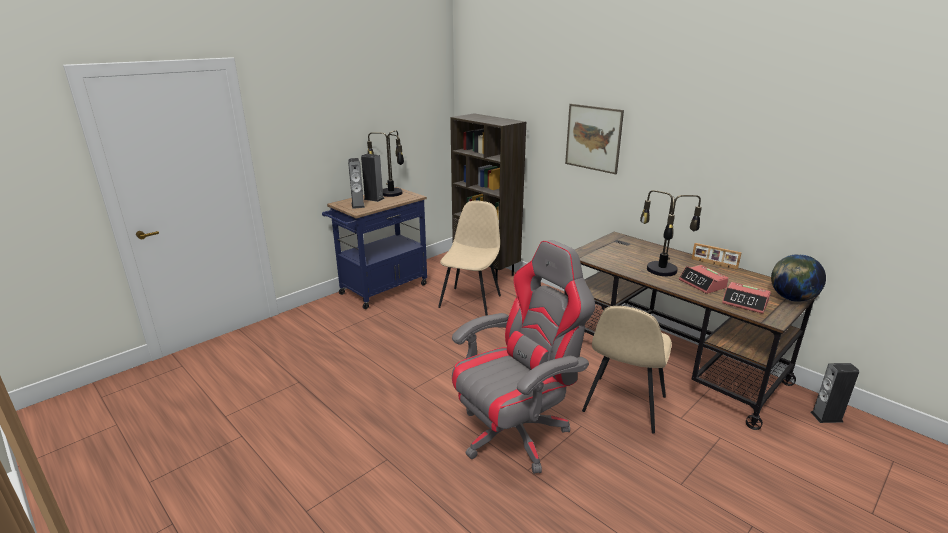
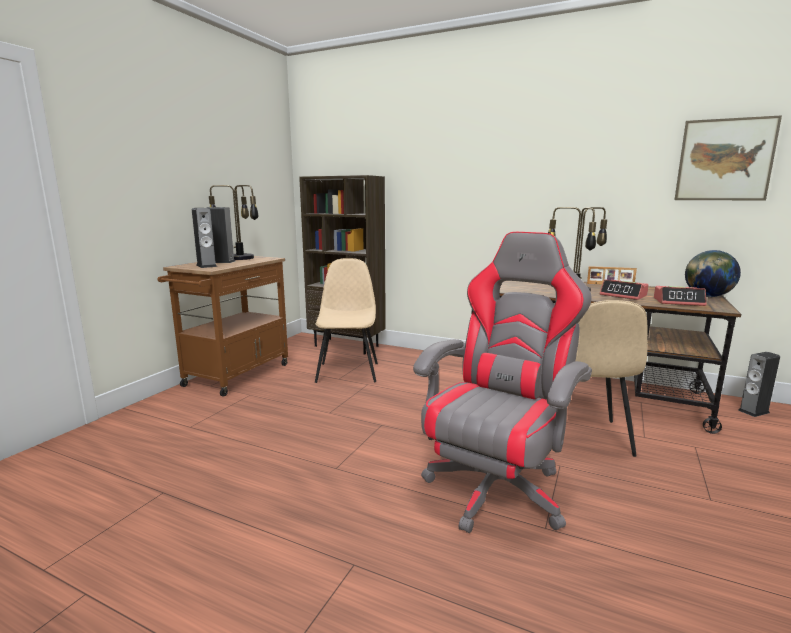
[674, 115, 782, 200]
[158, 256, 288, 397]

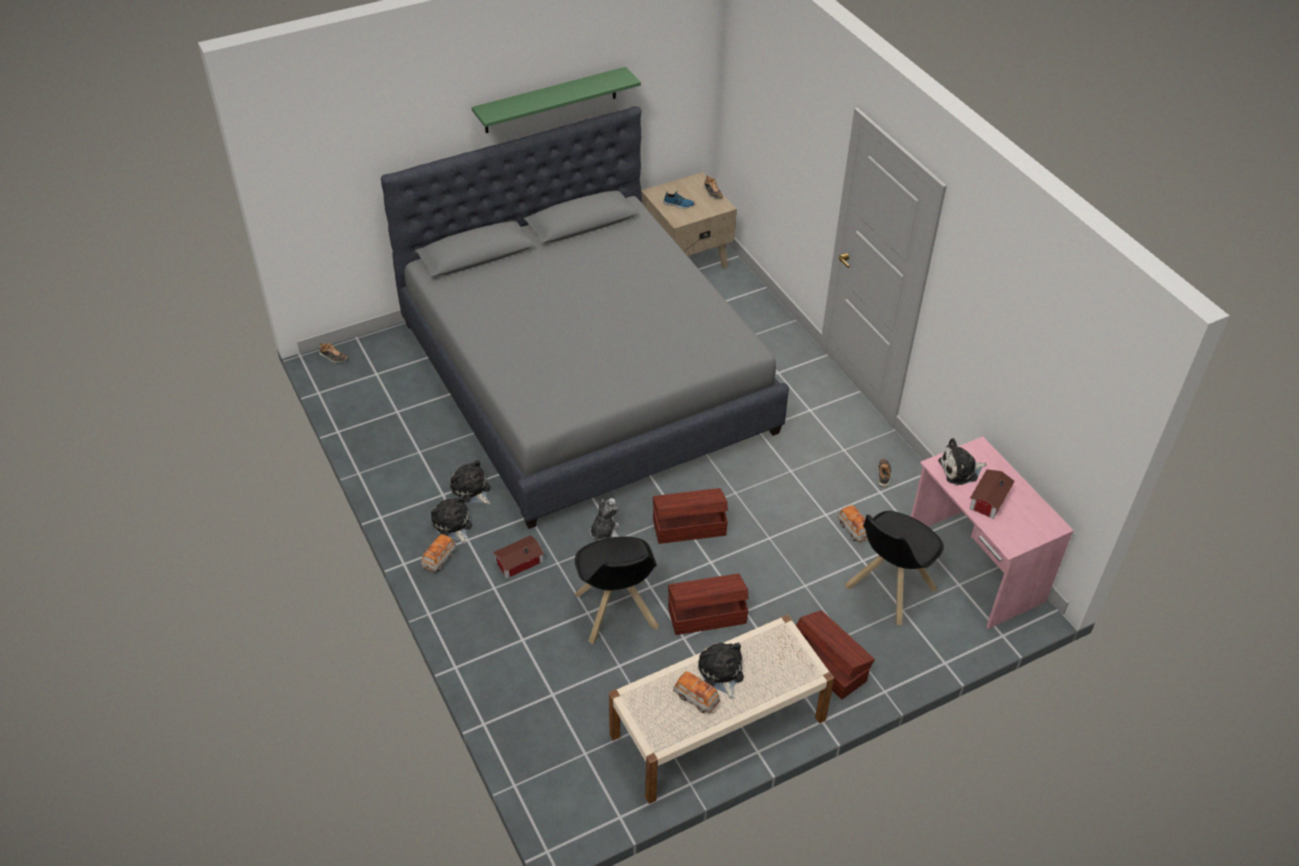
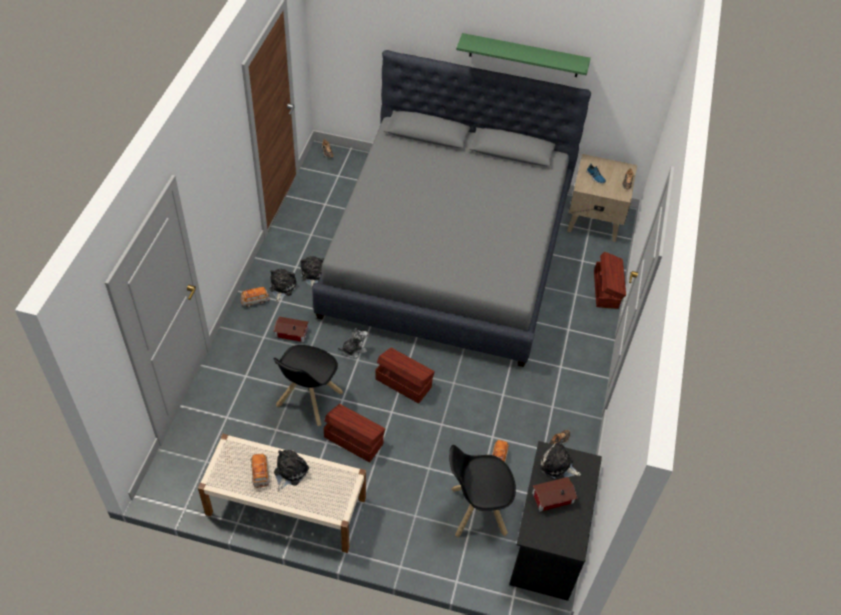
[509, 441, 602, 601]
[594, 252, 626, 309]

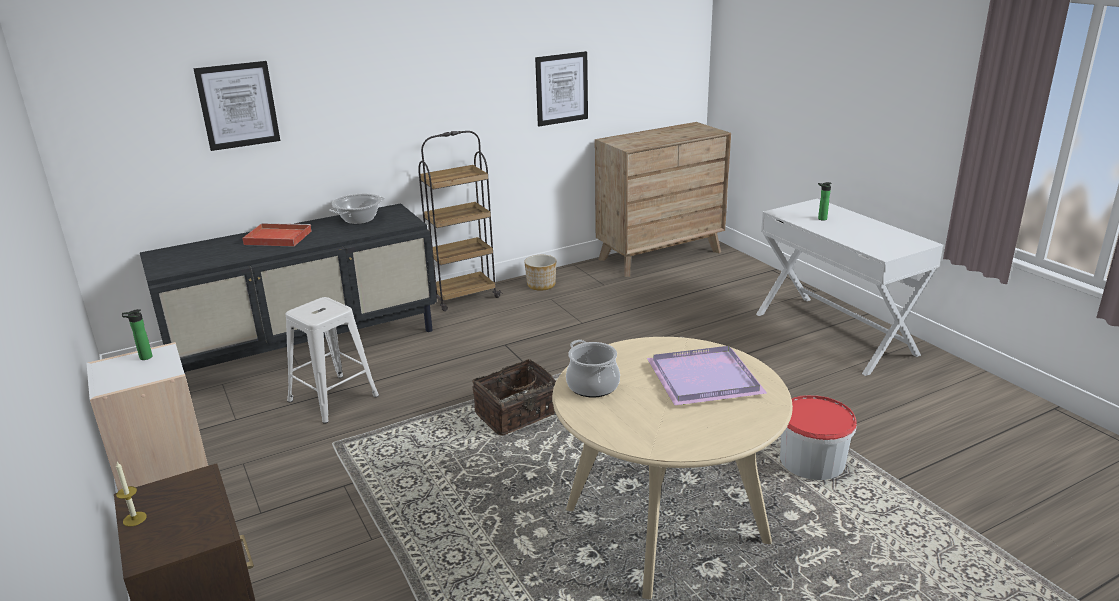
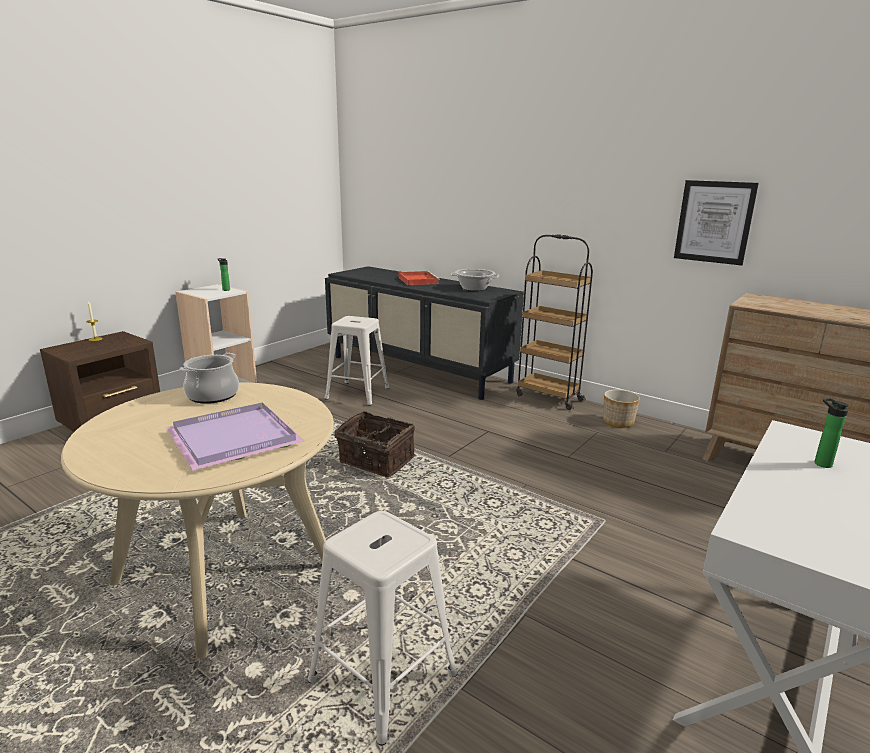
[193, 61, 280, 151] (first image)
[308, 511, 458, 746]

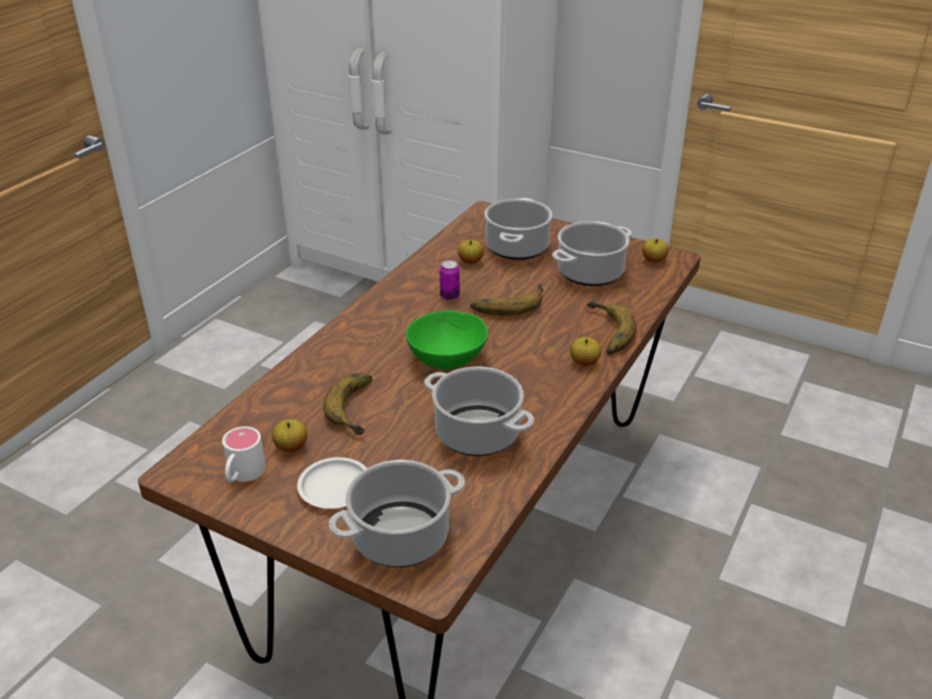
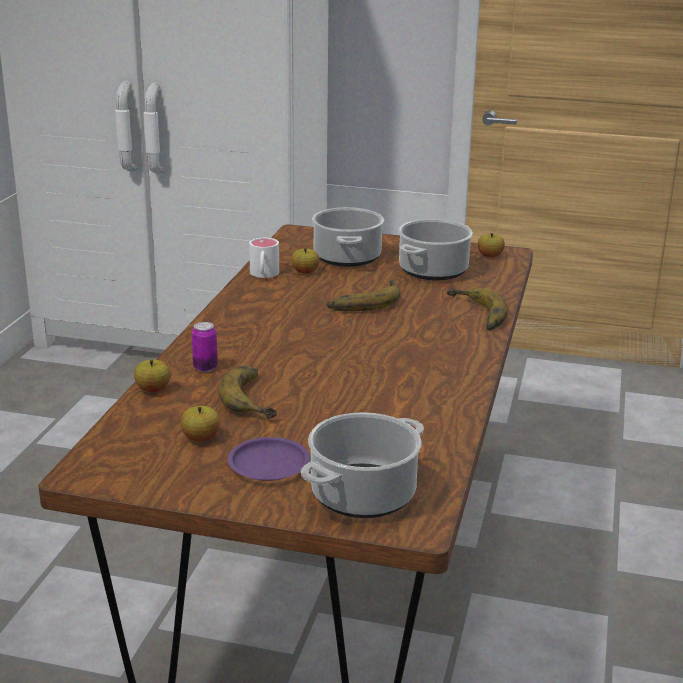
[192, 322, 218, 372]
[406, 310, 488, 370] (first image)
[134, 360, 170, 392]
[424, 367, 534, 456] (first image)
[249, 238, 279, 278]
[228, 437, 310, 481]

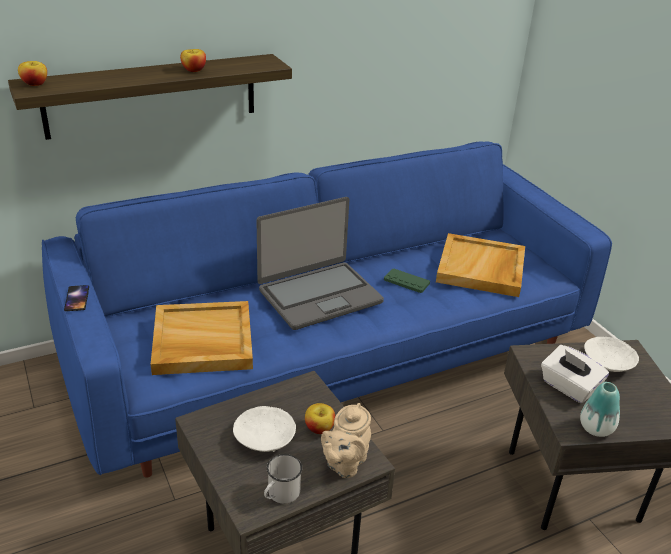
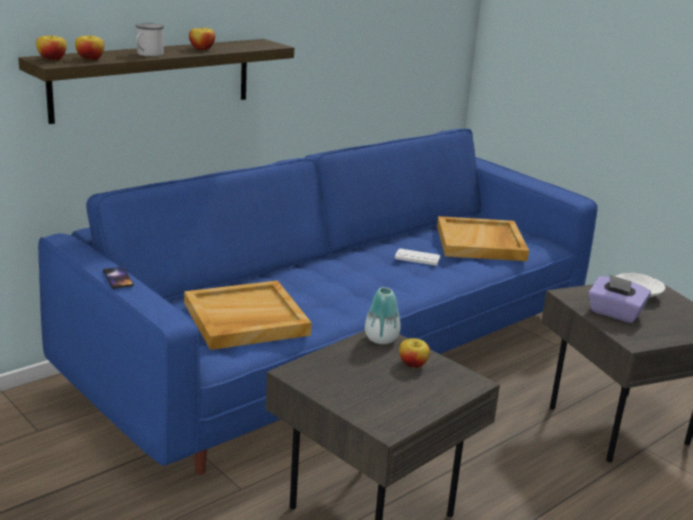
[256, 197, 384, 330] (first image)
[395, 249, 440, 266]
[588, 275, 651, 323]
[365, 287, 400, 344]
[321, 403, 371, 478] (first image)
[233, 406, 296, 452] (first image)
[136, 23, 164, 56]
[75, 35, 104, 60]

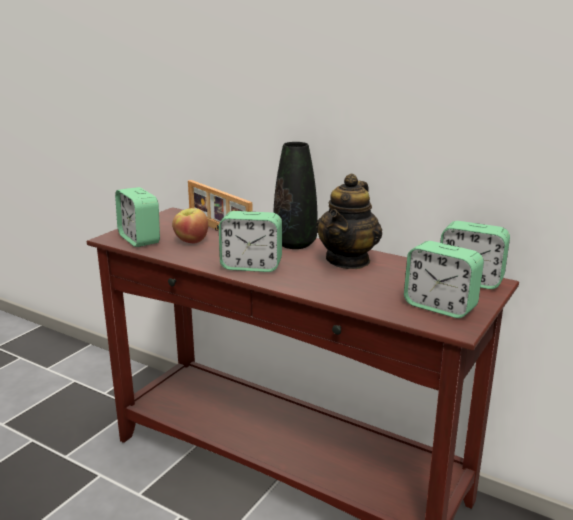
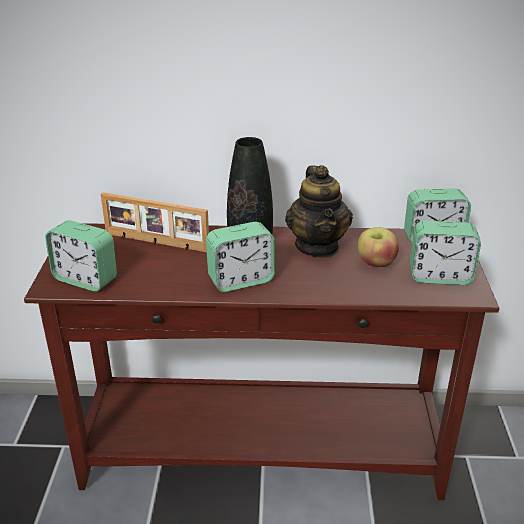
[358, 227, 399, 267]

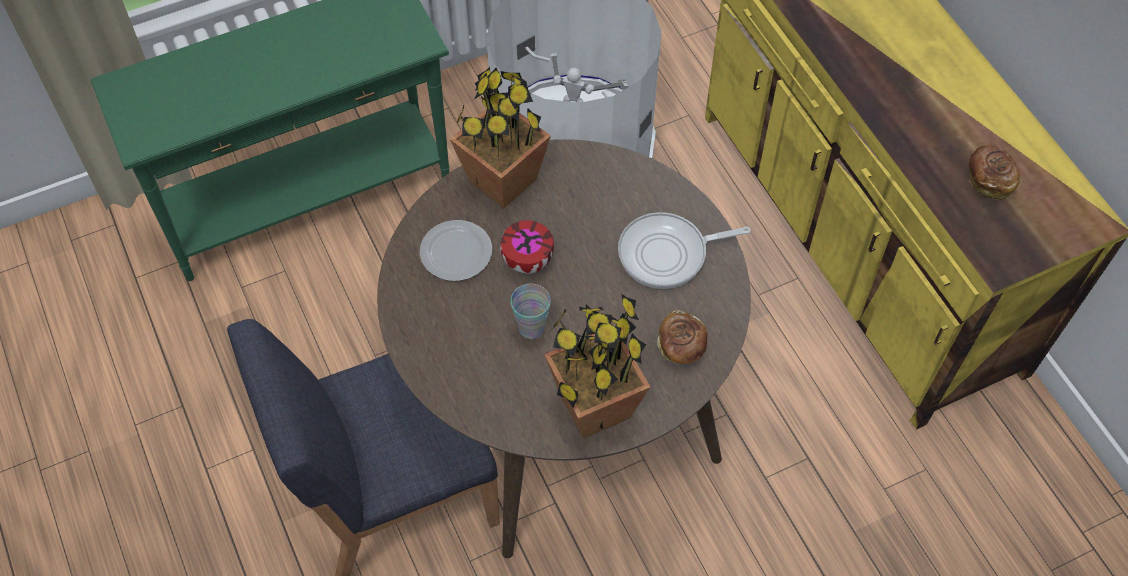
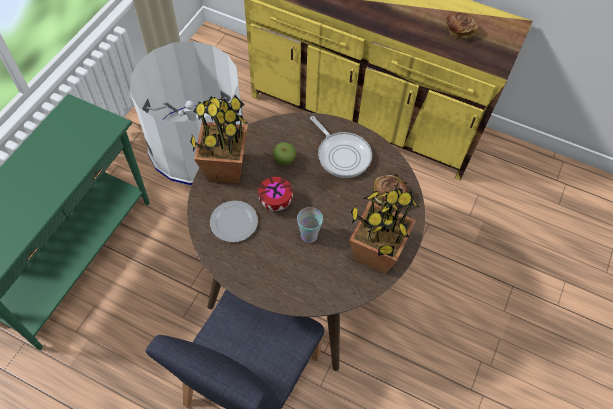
[310, 116, 372, 178]
[273, 142, 296, 166]

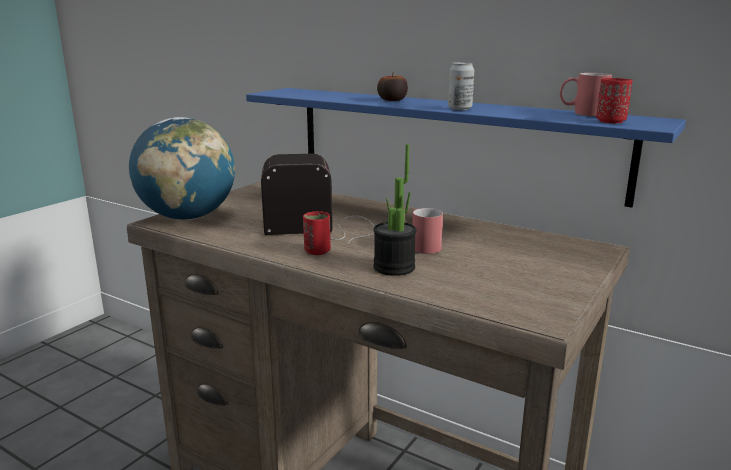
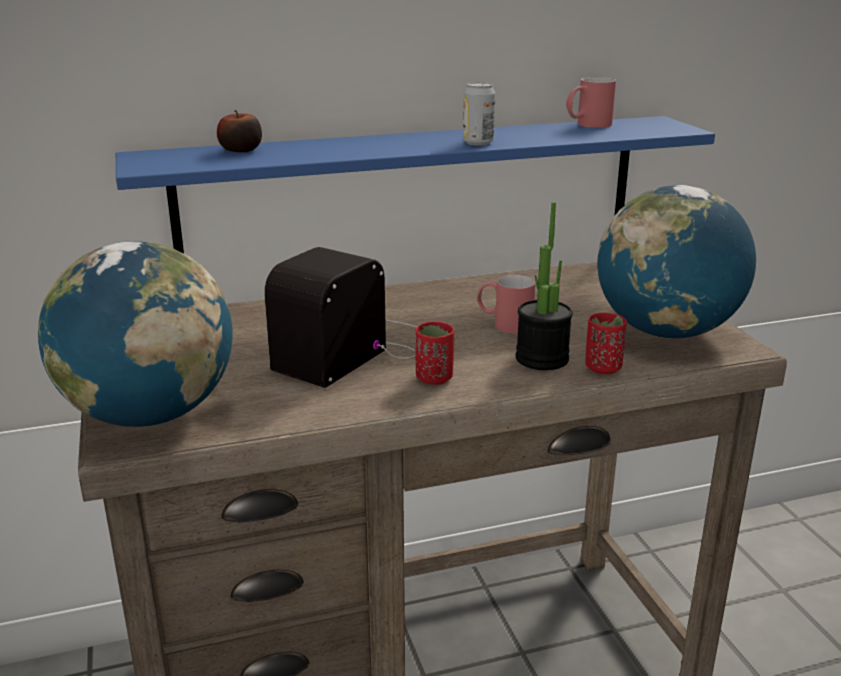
[217, 110, 262, 152]
[585, 313, 627, 374]
[597, 185, 756, 338]

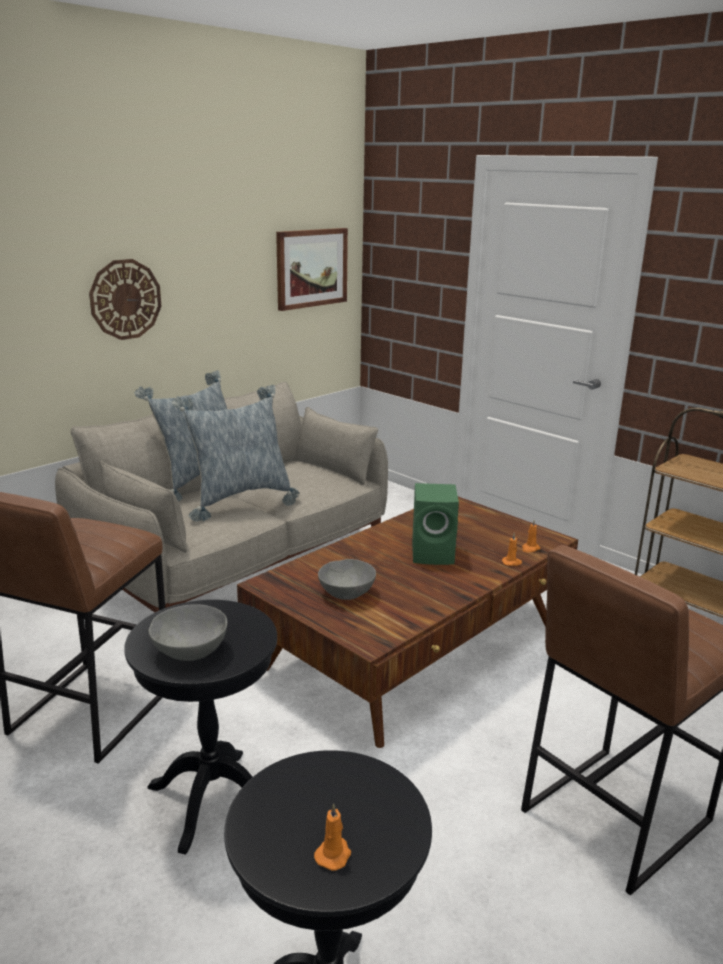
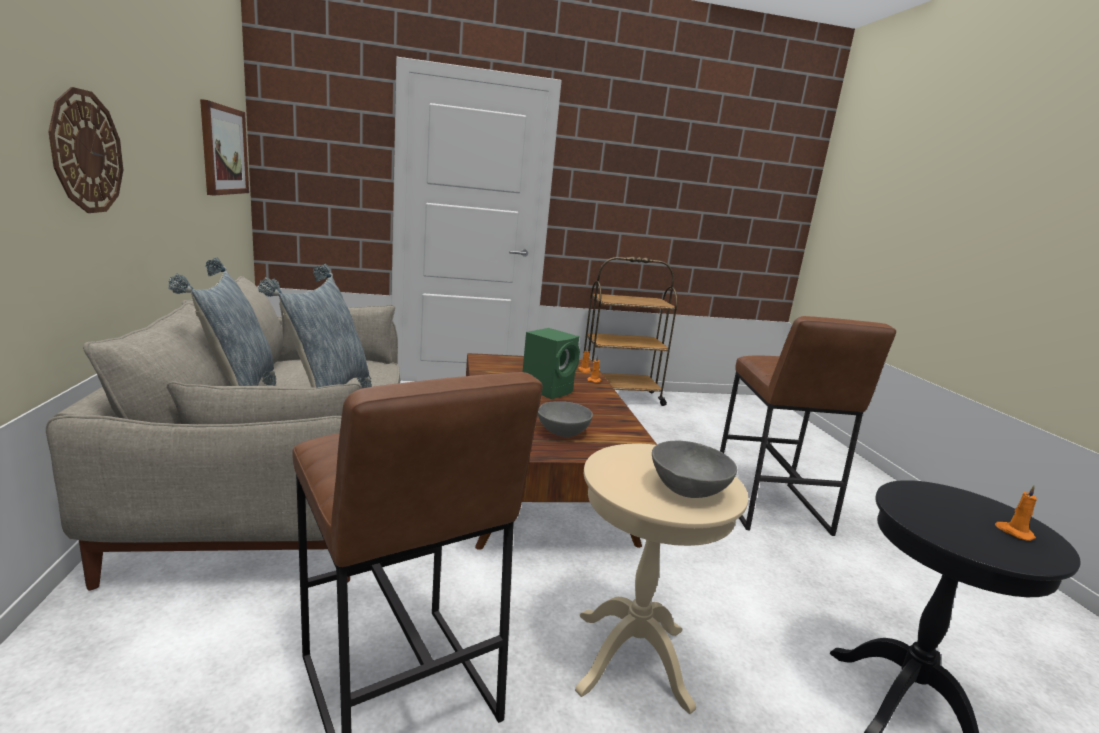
[575, 444, 748, 714]

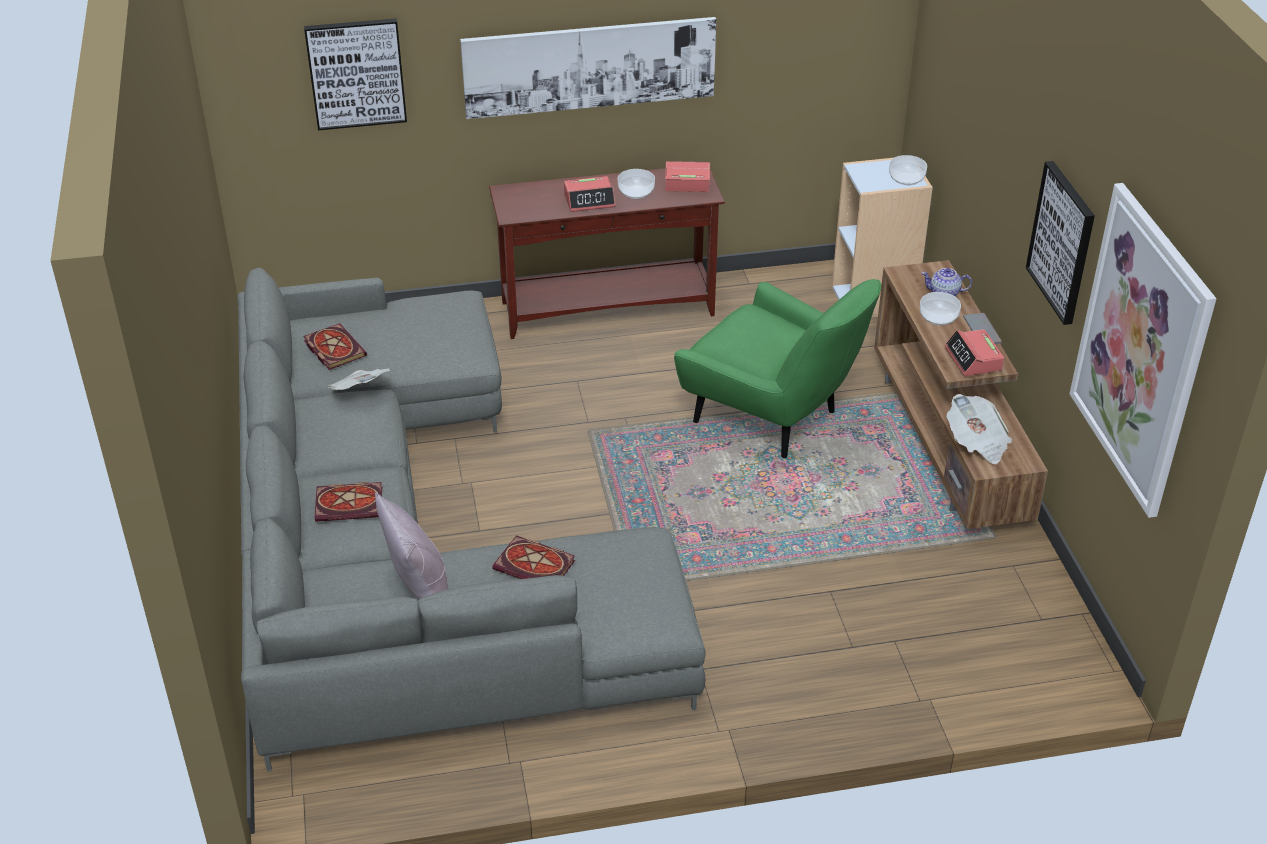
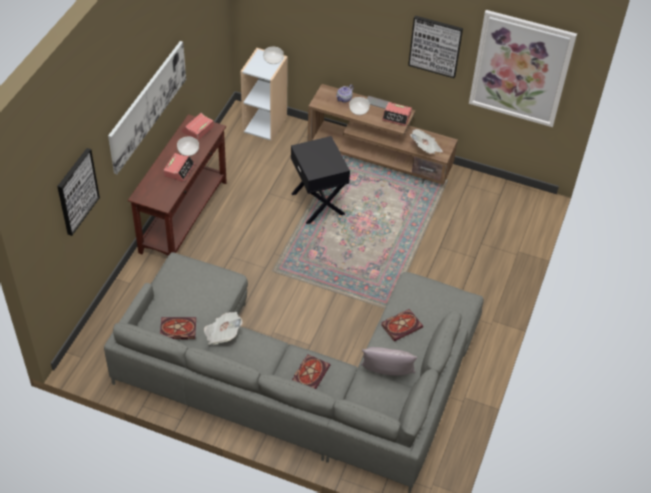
[291, 136, 350, 224]

